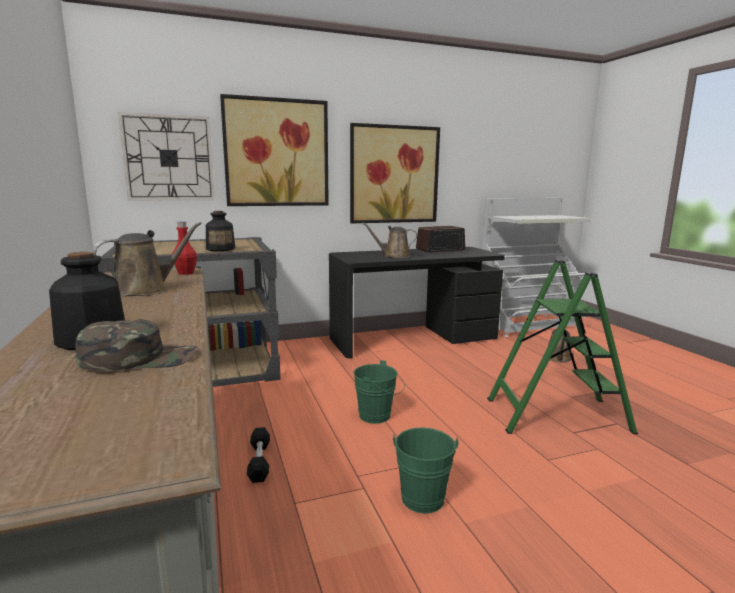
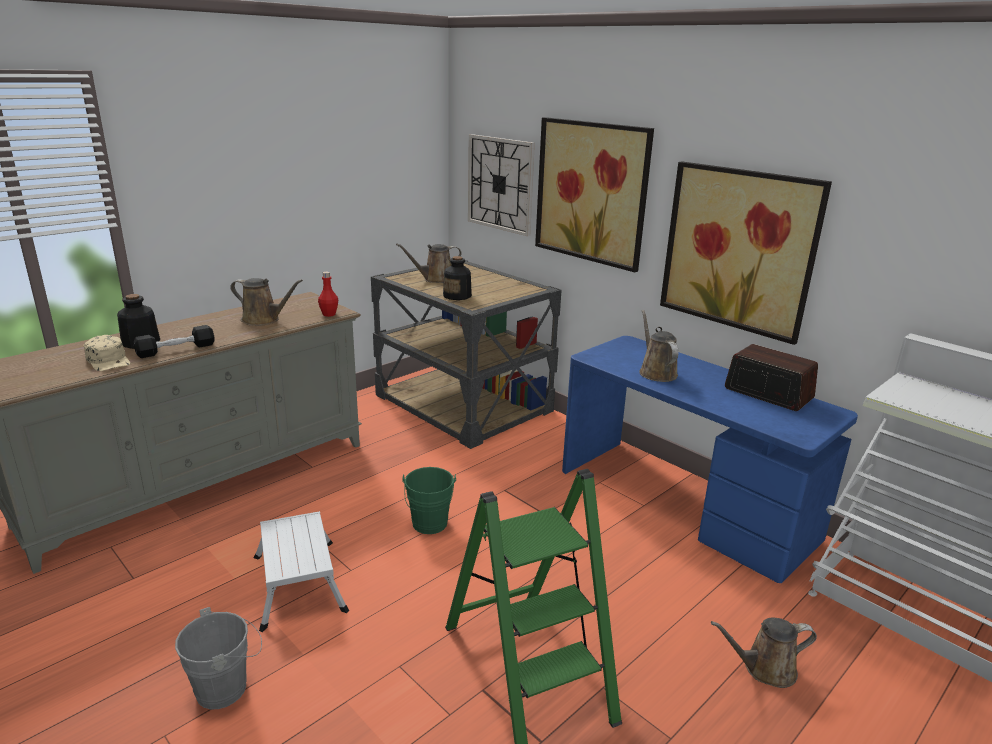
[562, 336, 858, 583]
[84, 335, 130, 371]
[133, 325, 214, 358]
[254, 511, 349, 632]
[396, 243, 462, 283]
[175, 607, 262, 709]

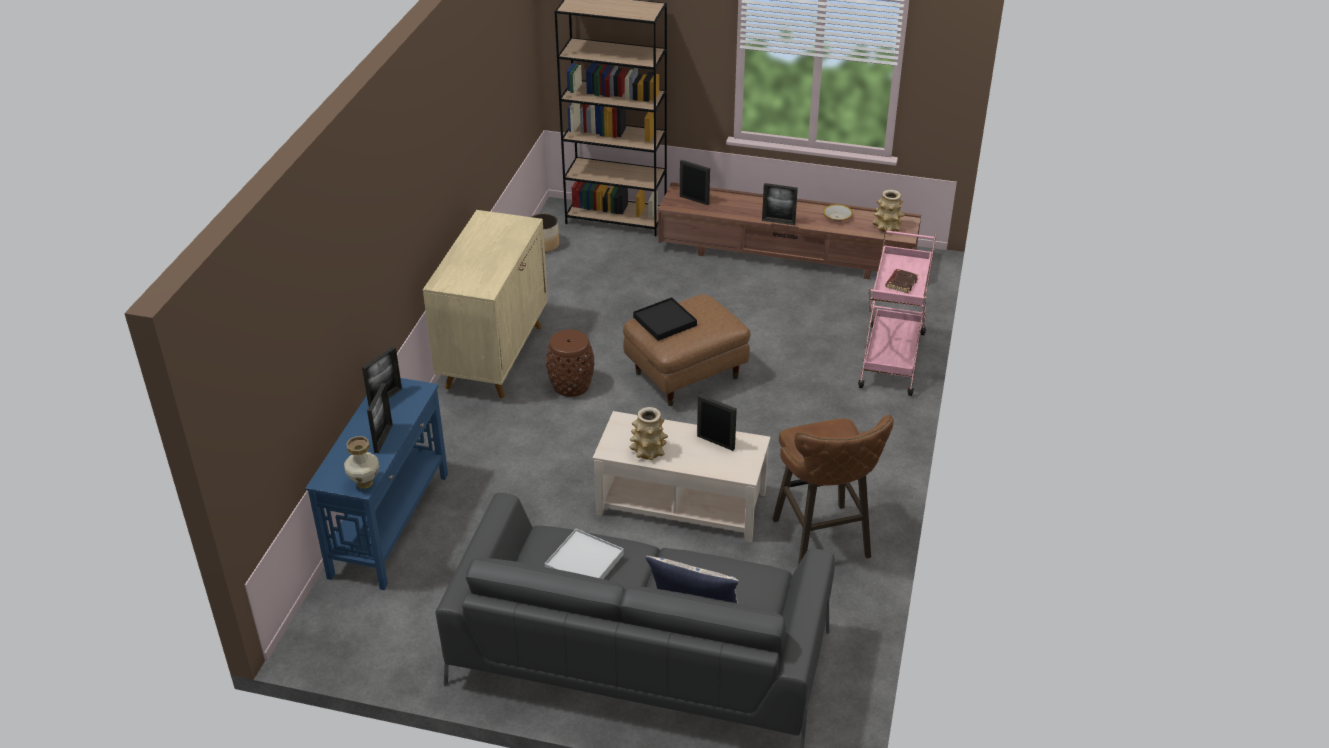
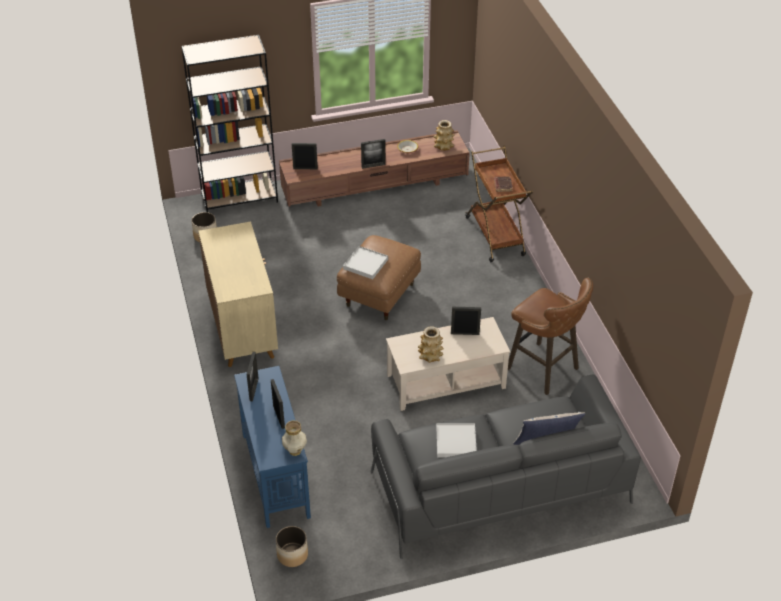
[465, 145, 533, 262]
[343, 246, 388, 279]
[546, 330, 594, 397] (first image)
[276, 526, 308, 567]

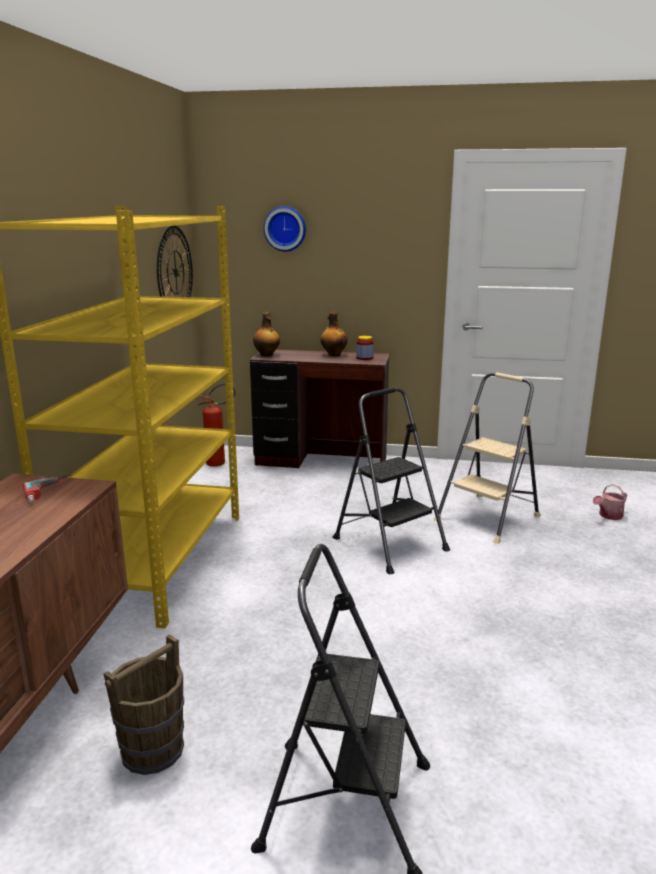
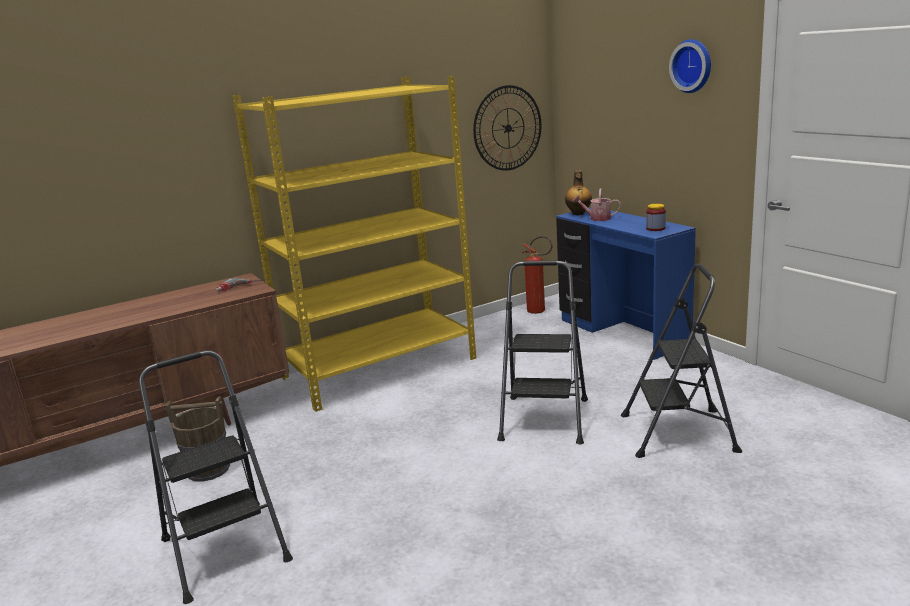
[669, 39, 711, 93]
[320, 312, 347, 356] (first image)
[556, 208, 696, 360]
[621, 264, 742, 458]
[572, 188, 621, 221]

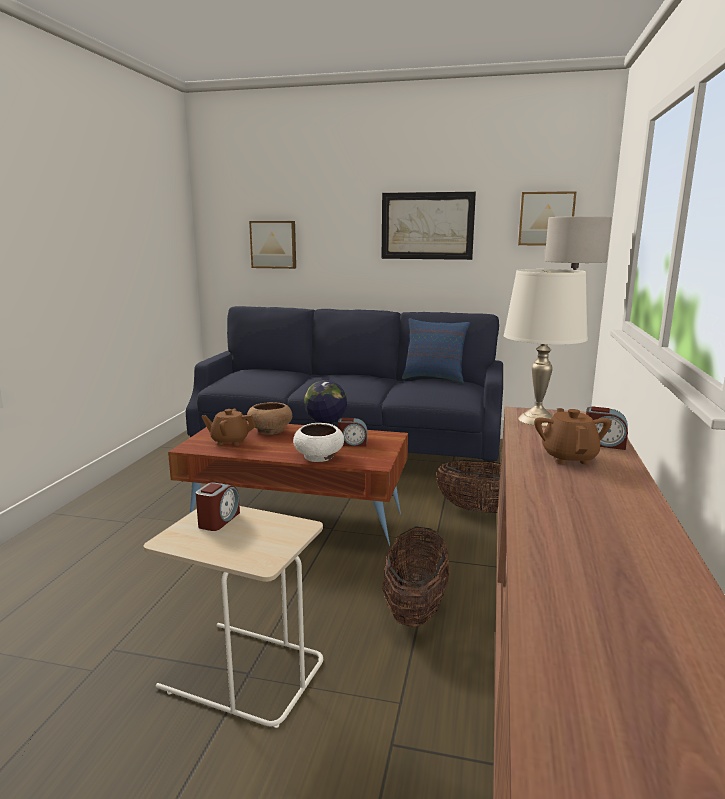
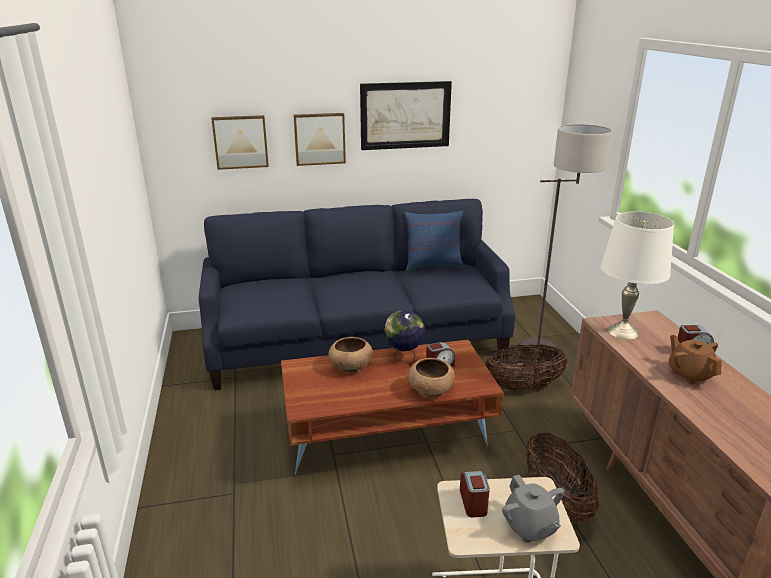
[293, 113, 346, 166]
[201, 409, 256, 446] (first image)
[408, 358, 455, 398]
[502, 475, 564, 543]

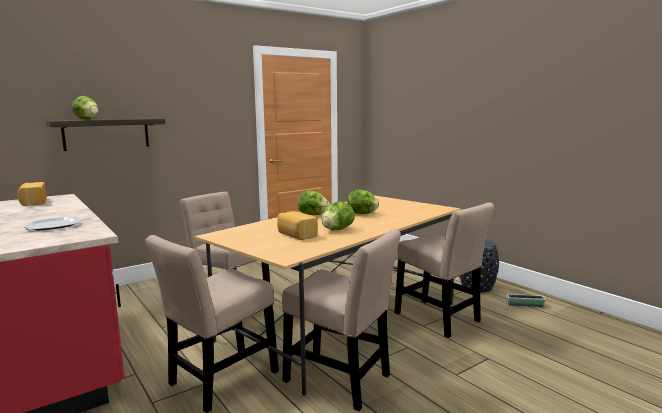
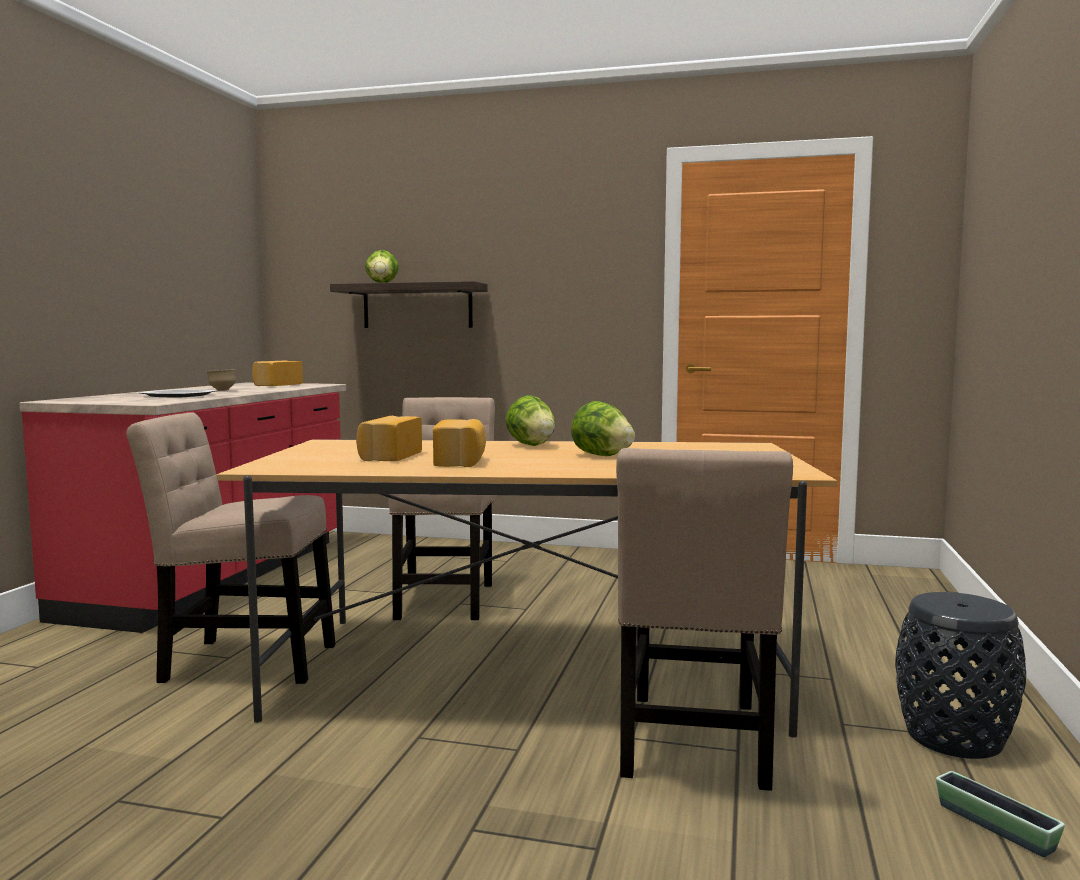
[433, 419, 486, 467]
[282, 229, 401, 411] (first image)
[207, 370, 236, 391]

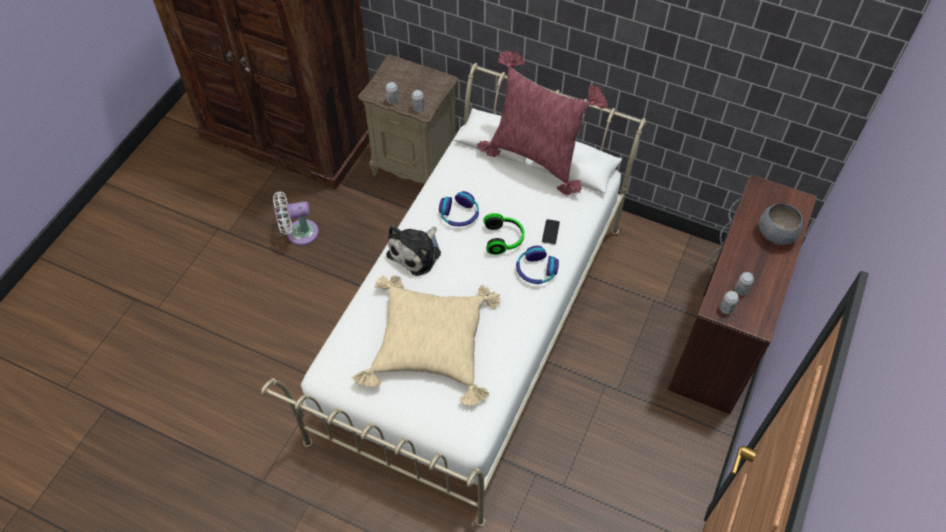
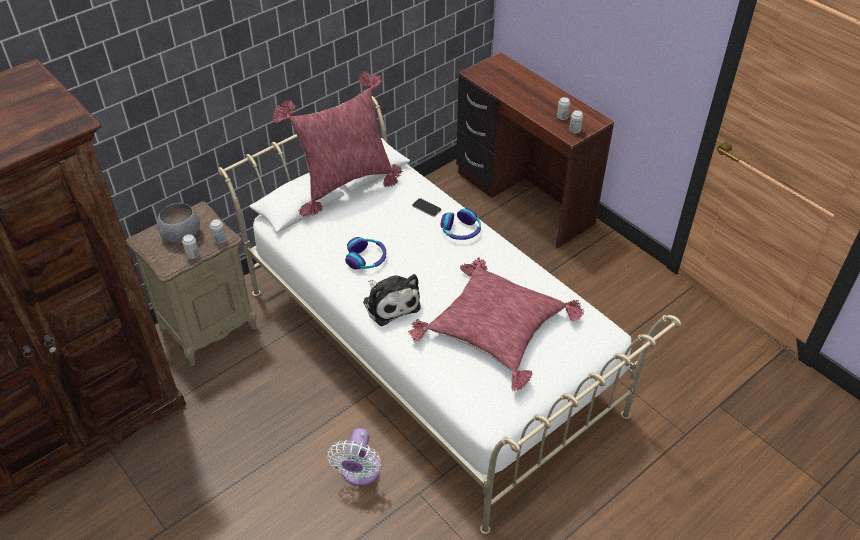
[327, 428, 381, 486]
[157, 203, 200, 243]
[483, 213, 525, 255] (first image)
[408, 257, 583, 391]

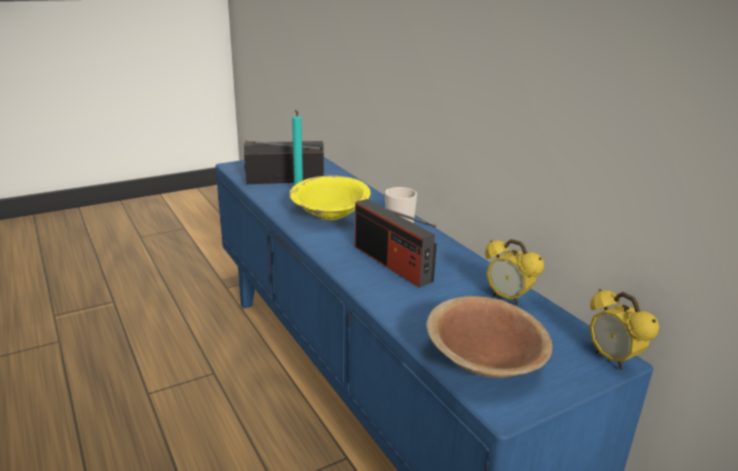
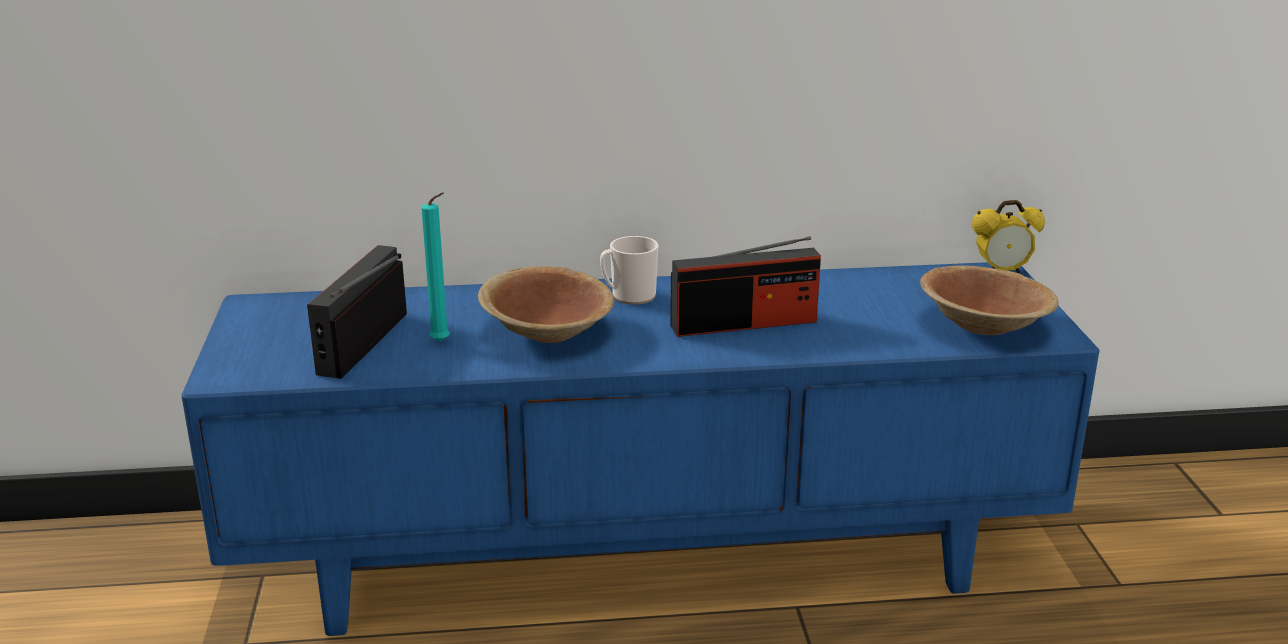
[478, 266, 614, 343]
[485, 239, 544, 305] (first image)

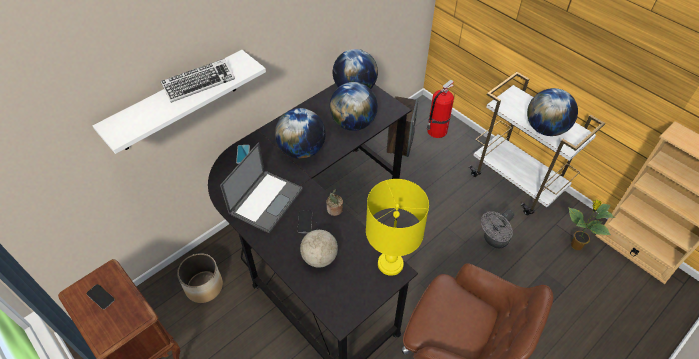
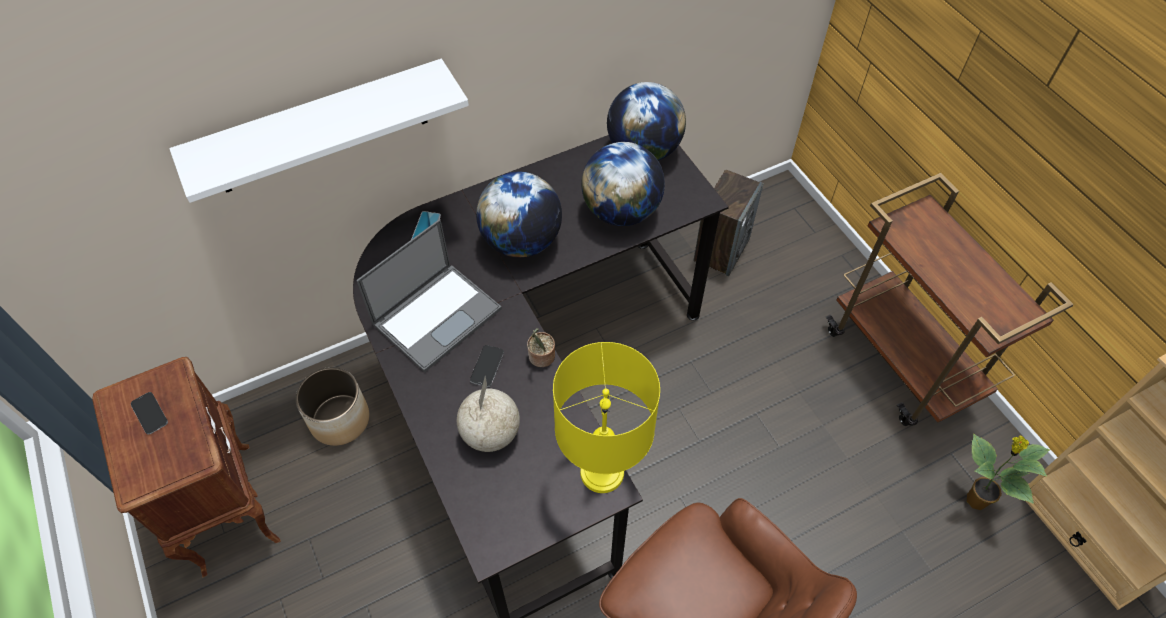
[160, 59, 235, 103] (first image)
[825, 173, 1074, 426]
[426, 80, 454, 138] (first image)
[527, 88, 578, 136] (first image)
[481, 209, 514, 248] (first image)

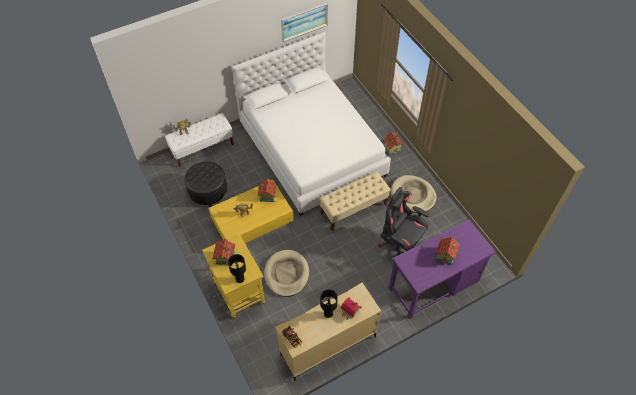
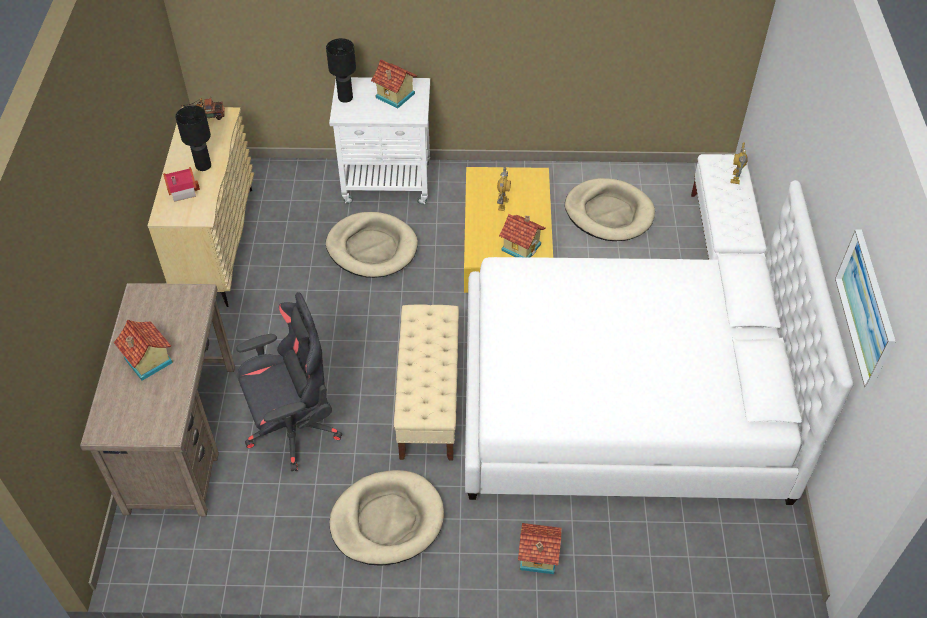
[565, 178, 655, 241]
[80, 283, 235, 516]
[329, 77, 430, 204]

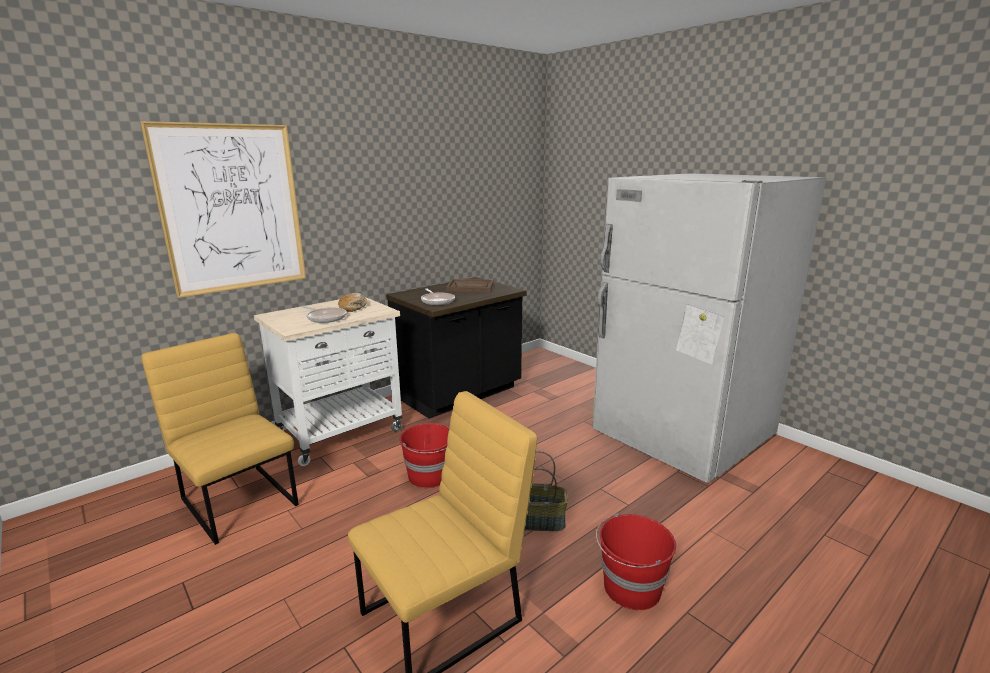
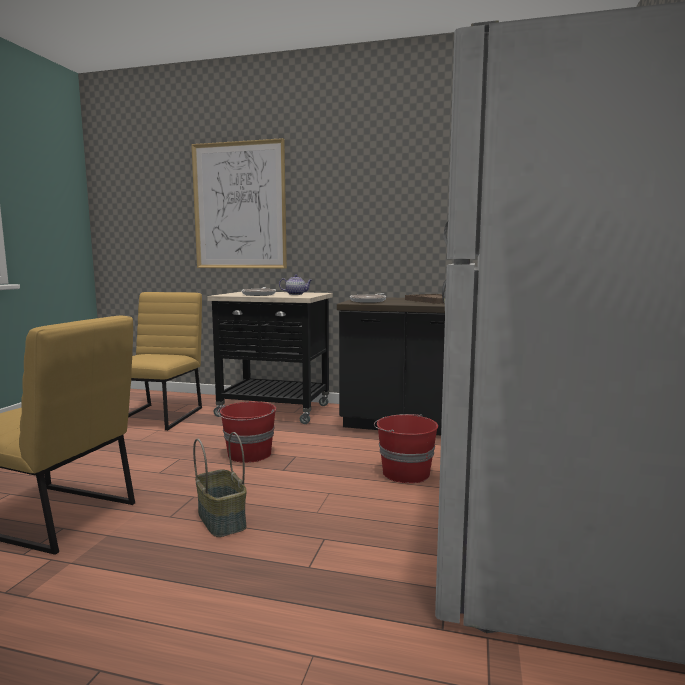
[279, 274, 312, 295]
[207, 291, 333, 424]
[374, 414, 438, 483]

